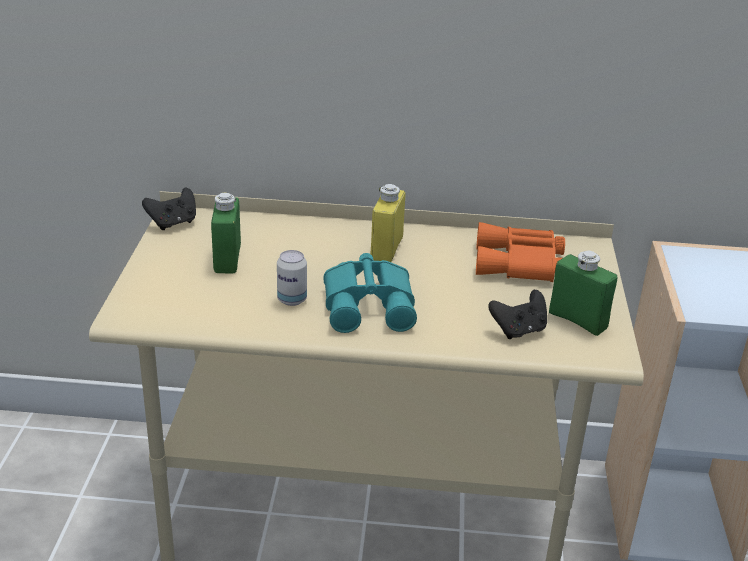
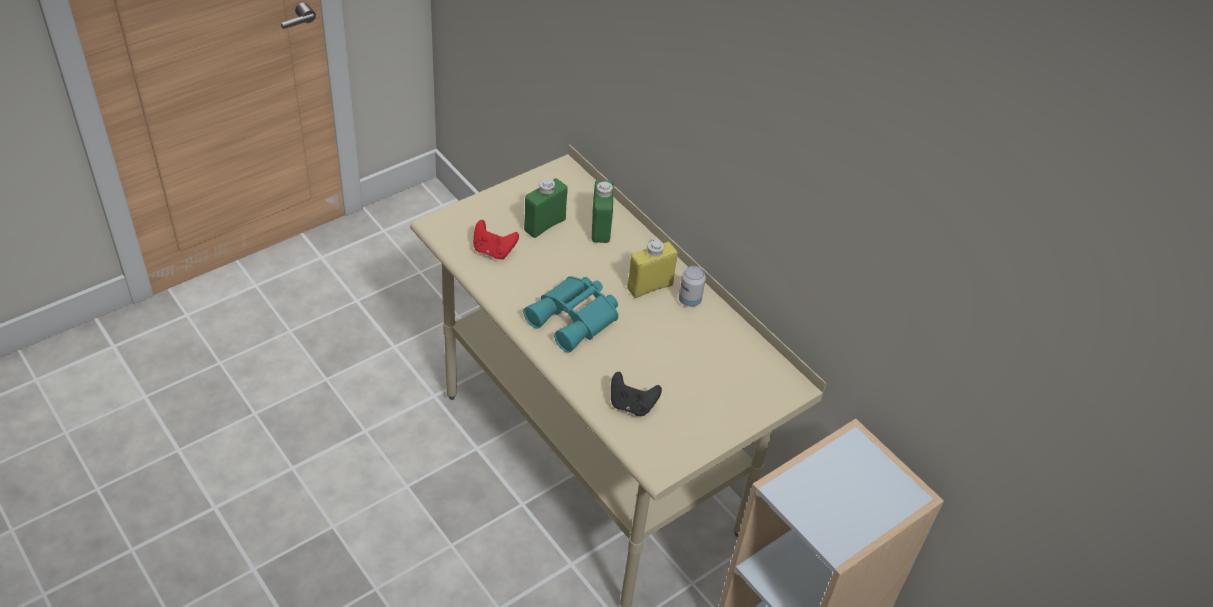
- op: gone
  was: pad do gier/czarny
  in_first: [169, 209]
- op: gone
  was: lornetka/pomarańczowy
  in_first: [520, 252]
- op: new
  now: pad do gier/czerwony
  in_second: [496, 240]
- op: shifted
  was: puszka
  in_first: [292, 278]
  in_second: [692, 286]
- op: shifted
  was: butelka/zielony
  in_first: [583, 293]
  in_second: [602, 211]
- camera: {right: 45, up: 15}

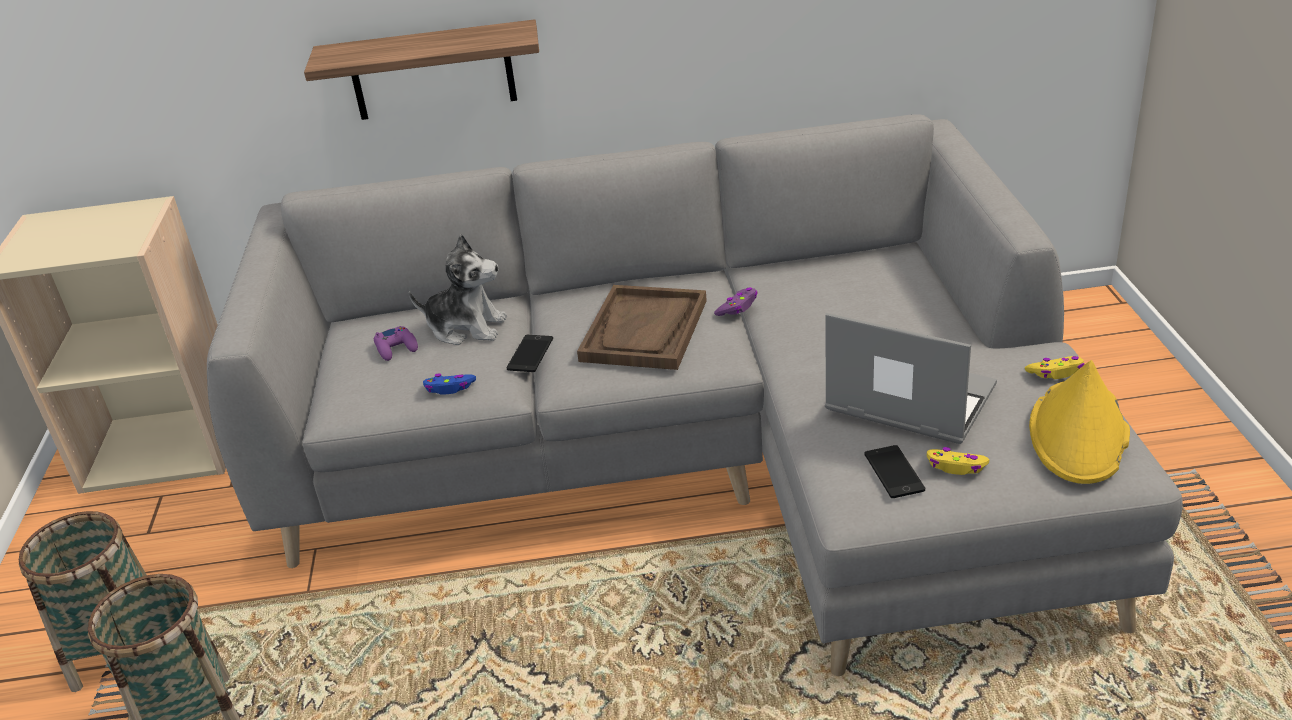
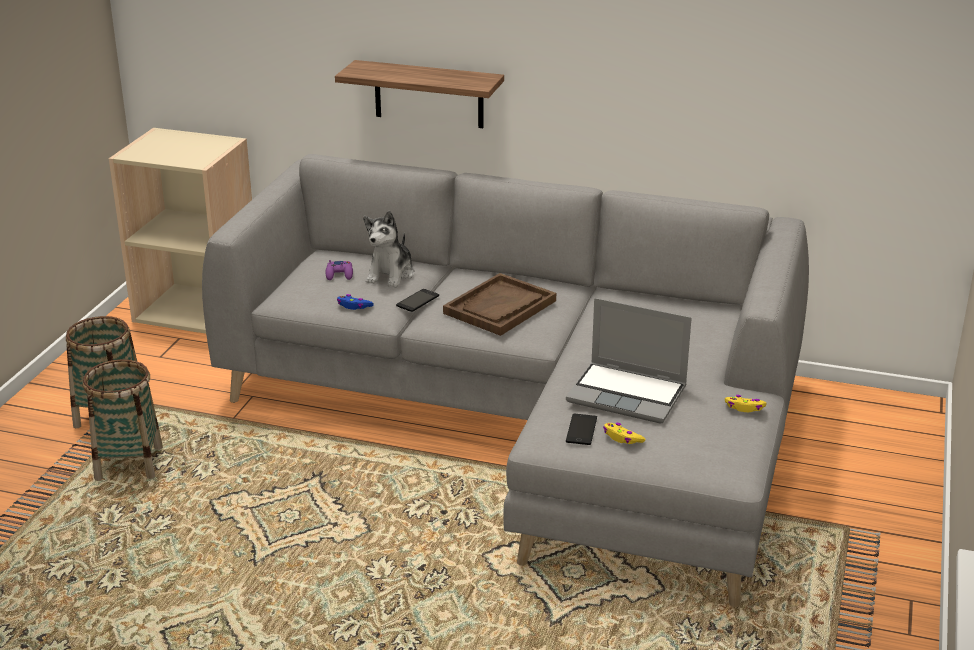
- op: gone
  was: pad do gier/fioletowy
  in_first: [736, 301]
- op: gone
  was: kapelusz/żółty
  in_first: [1079, 422]
- op: rotated
  was: pluszak
  in_first: [458, 289]
  in_second: [388, 249]
  clockwise: 75
- op: rotated
  was: laptop
  in_first: [911, 378]
  in_second: [629, 361]
  clockwise: 150
- camera: {right: 20, up: -5}

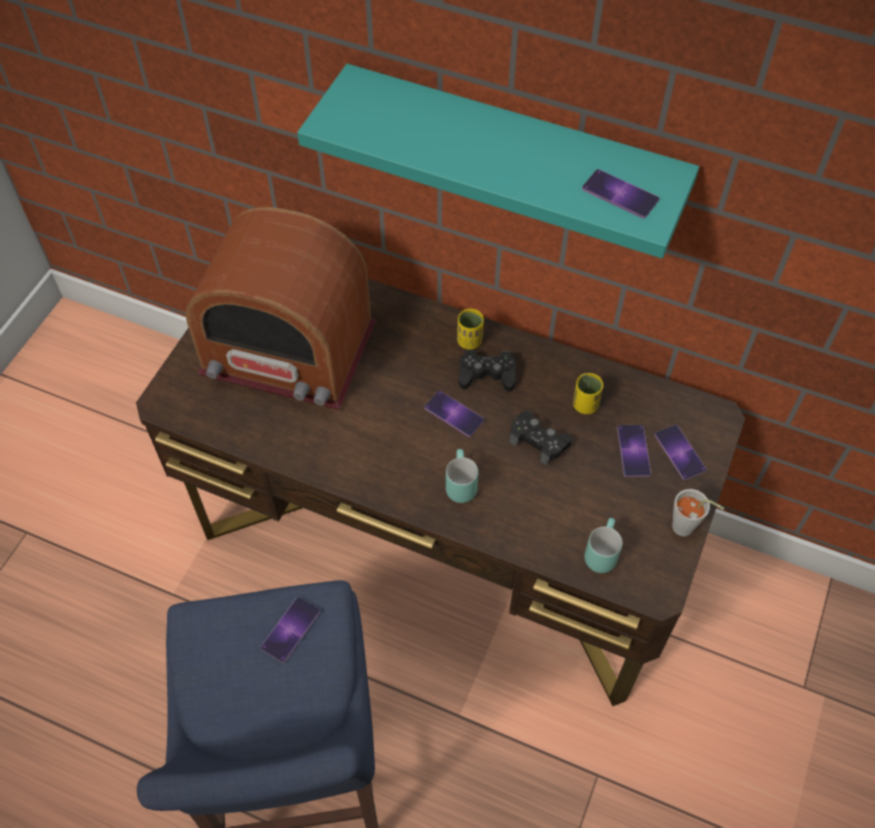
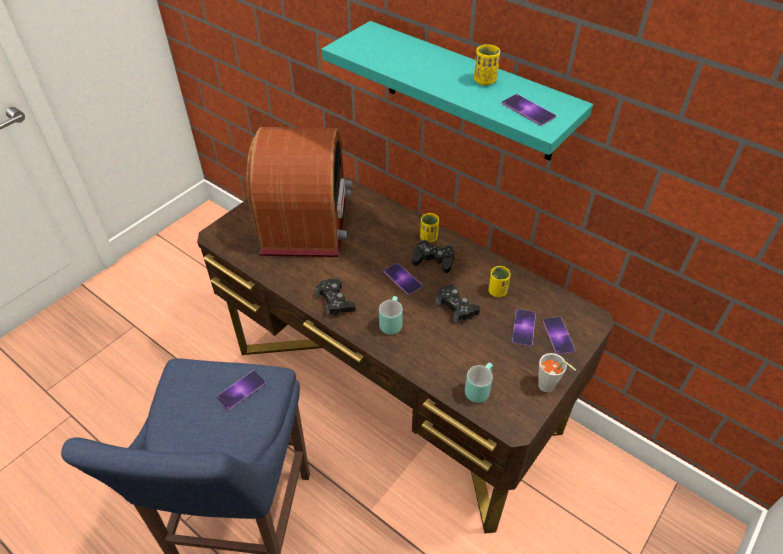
- op: new
  now: pad do gier/czarny
  in_second: [335, 298]
- op: new
  now: filiżanka/żółty
  in_second: [487, 64]
- op: rotated
  was: radio
  in_first: [280, 308]
  in_second: [299, 192]
  clockwise: -120
- camera: {right: 15, up: -10}

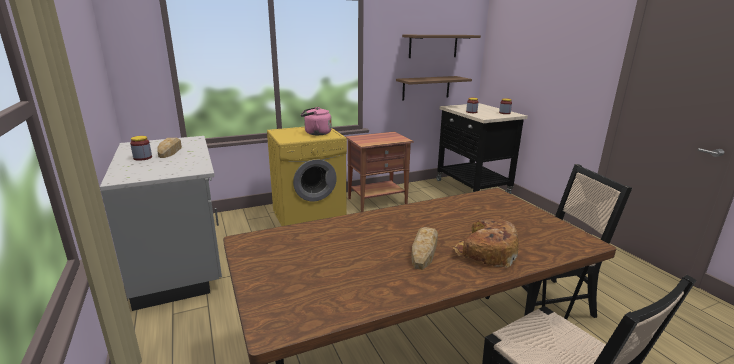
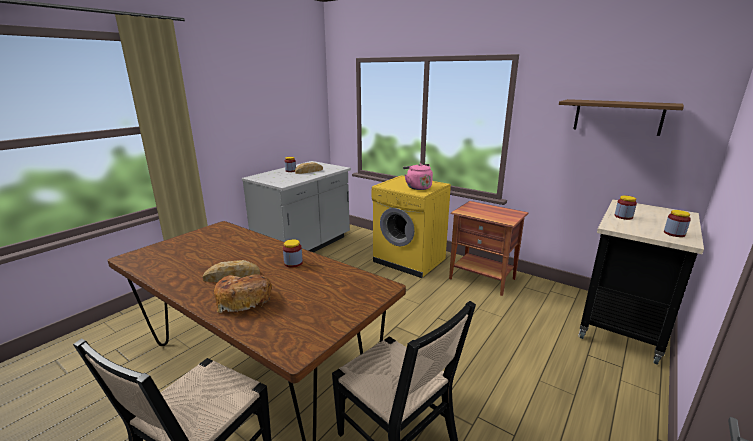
- op: gone
  was: półka/brązowy
  in_first: [434, 88]
- op: new
  now: słoik
  in_second: [293, 253]
- camera: {right: 60, up: 0}

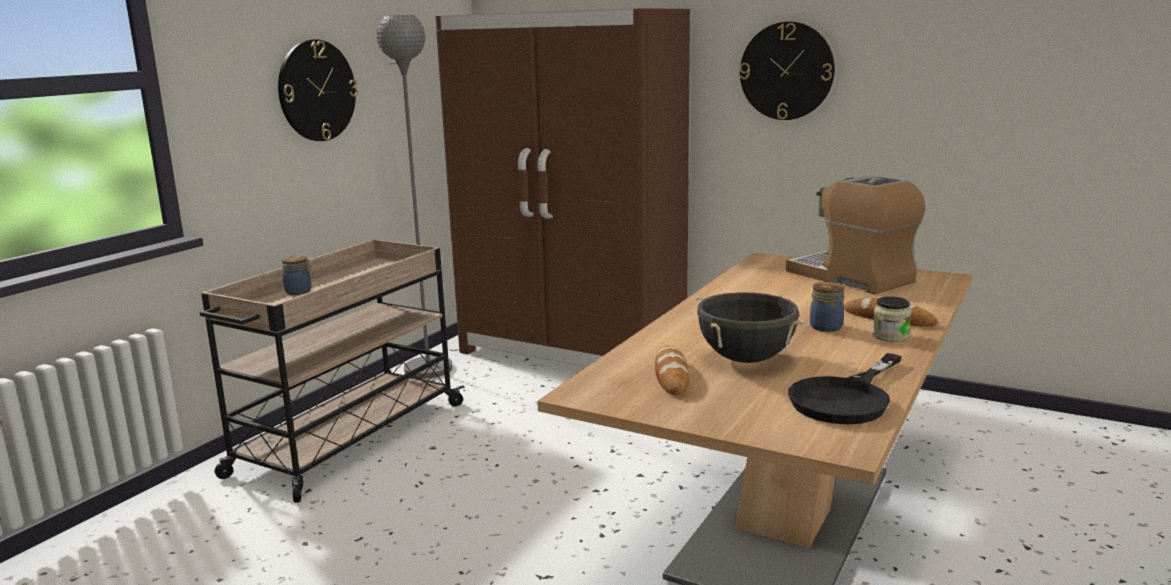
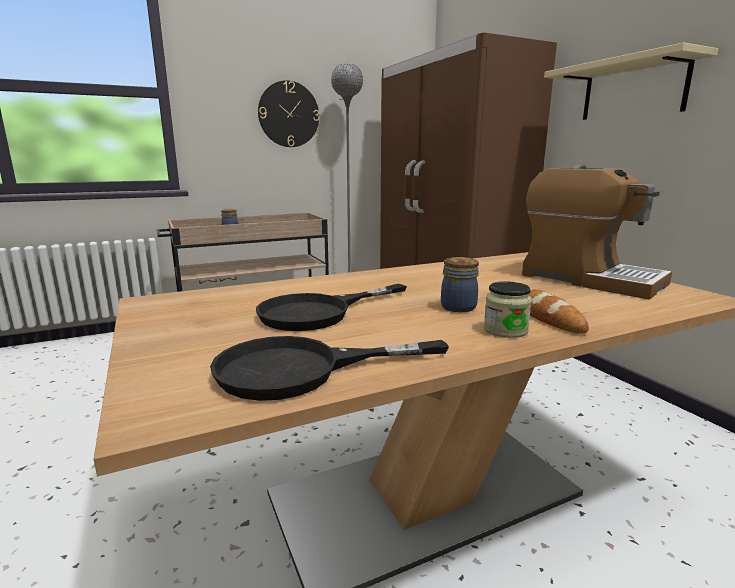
- op: gone
  was: chleb
  in_first: [672, 370]
- op: swapped
  was: garnek/czarny
  now: patelnia/czarny
  in_first: [750, 327]
  in_second: [331, 307]
- op: swapped
  was: zegar ścienny
  now: półka/beżowy
  in_first: [787, 71]
  in_second: [631, 81]
- op: rotated
  was: ekspres do kawy
  in_first: [855, 234]
  in_second: [597, 232]
  clockwise: 135
- camera: {right: 35, up: 0}

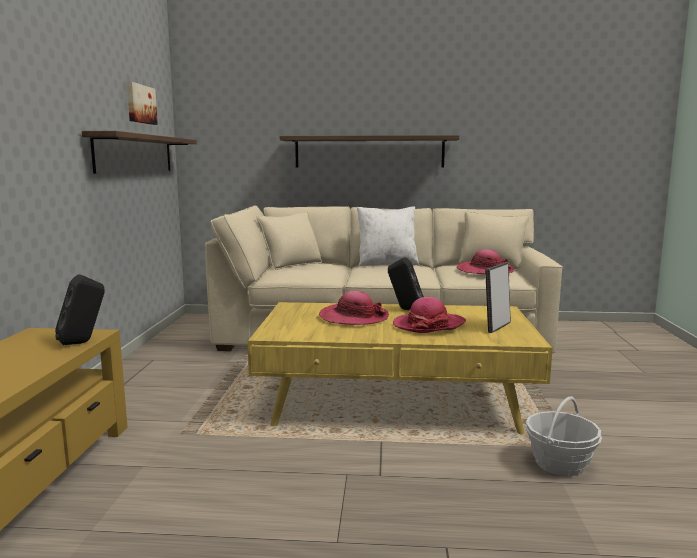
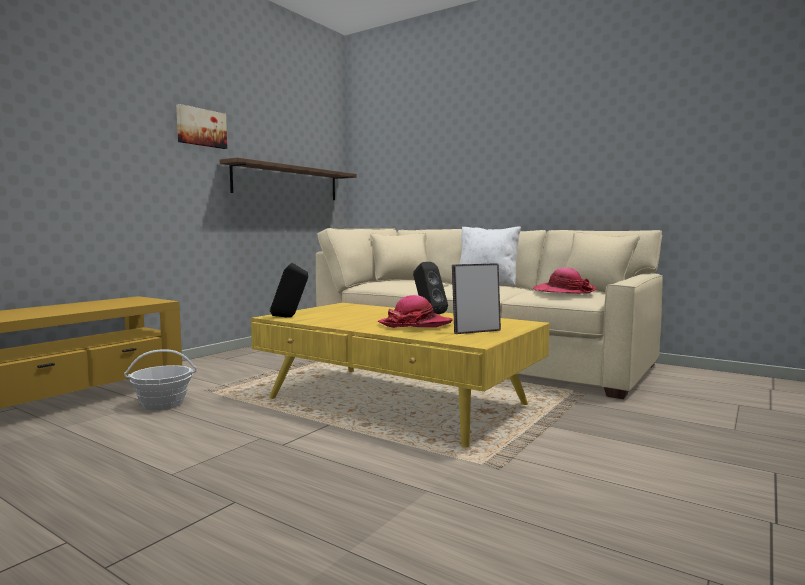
- op: gone
  was: półka
  in_first: [369, 151]
- op: gone
  was: kapelusz
  in_first: [354, 308]
- op: shifted
  was: głośnik/czarny
  in_first: [80, 309]
  in_second: [289, 290]
- op: shifted
  was: obraz
  in_first: [142, 103]
  in_second: [201, 126]
- op: shifted
  was: koszyk
  in_first: [564, 436]
  in_second: [160, 379]
- camera: {right: 30, up: -5}

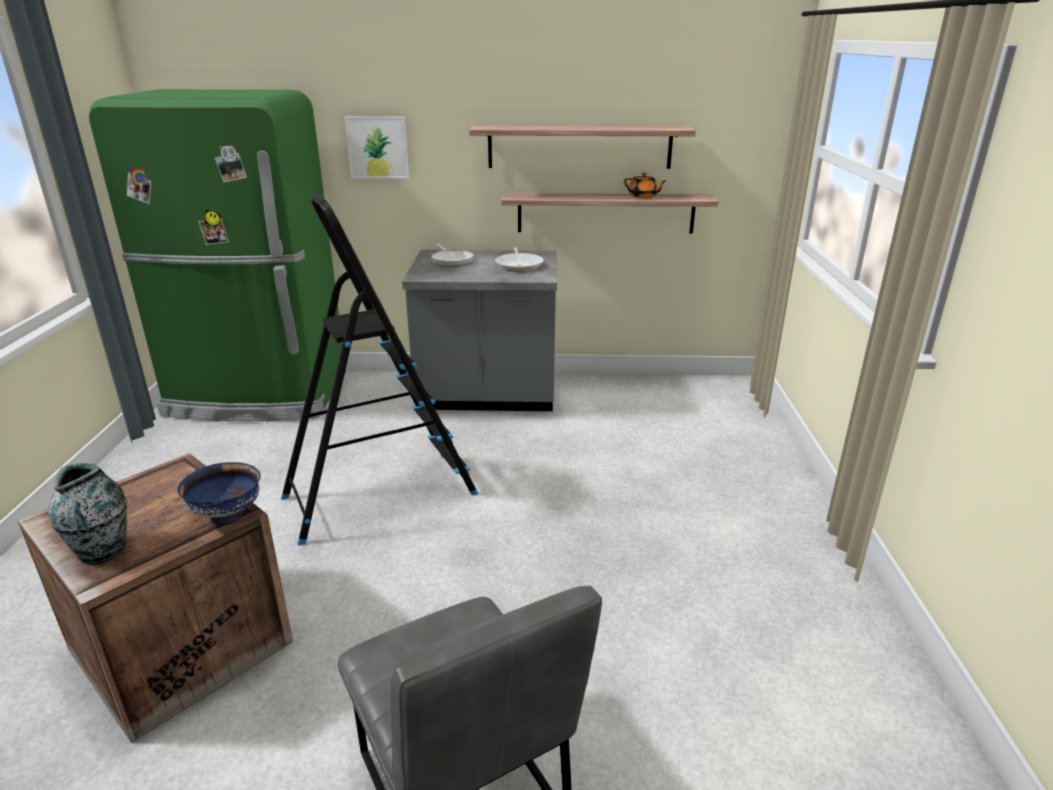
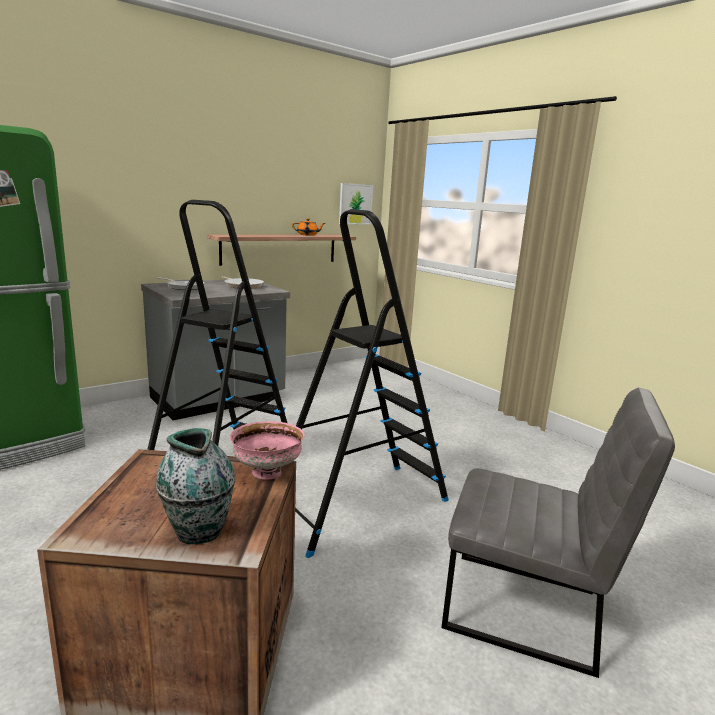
- op: gone
  was: półka
  in_first: [582, 147]
- op: new
  now: drabinka/czarny
  in_second: [372, 383]
- op: shifted
  was: obraz
  in_first: [377, 148]
  in_second: [356, 204]
- op: repainted
  was: miska/niebieski
  now: miska/różowy
  in_first: [219, 494]
  in_second: [267, 450]
- camera: {right: -40, up: -10}

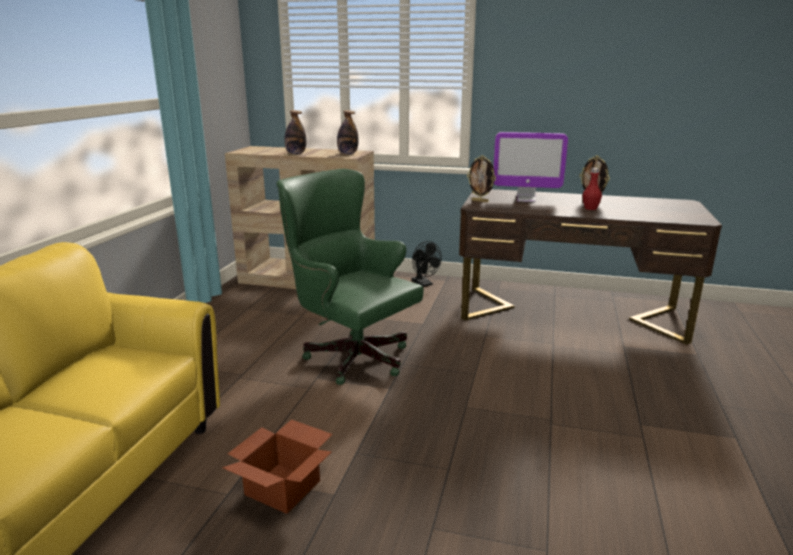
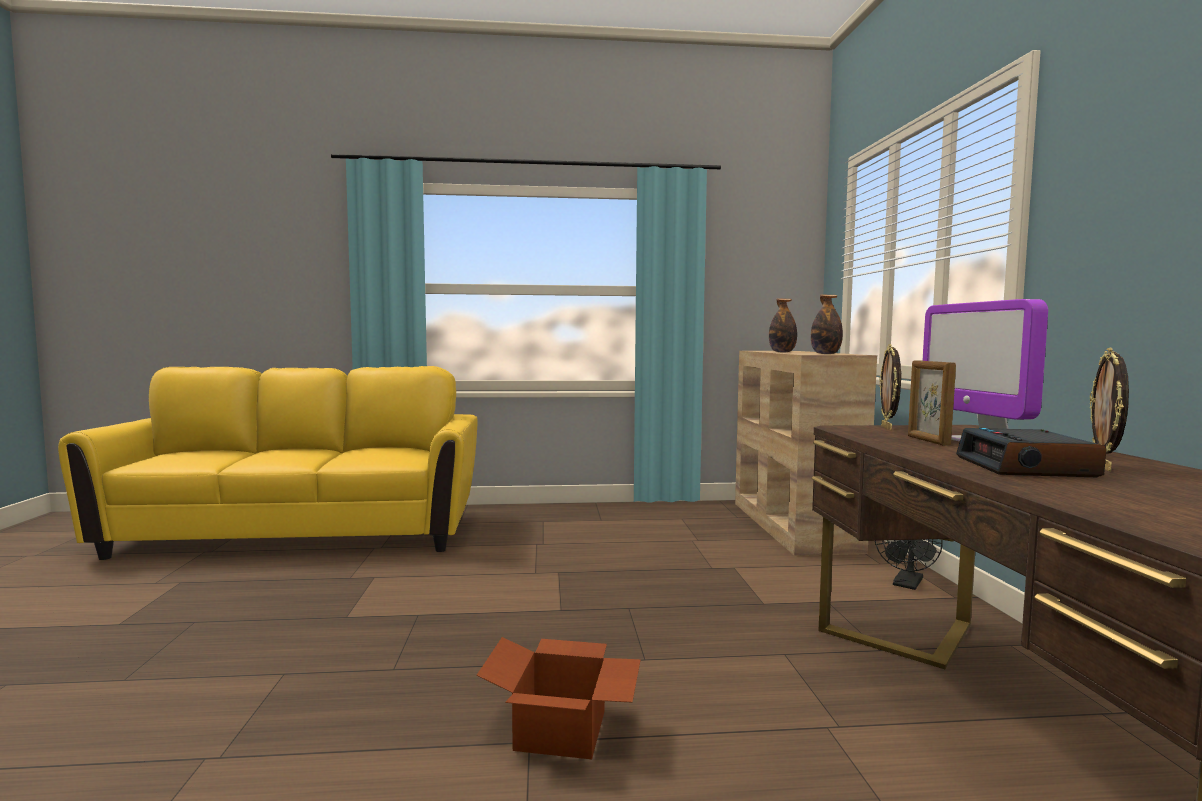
- op: gone
  was: krzesło biurowe/zielony
  in_first: [350, 277]
- op: new
  now: ramka na zdjęcie
  in_second: [932, 403]
- op: shifted
  was: karton
  in_first: [277, 466]
  in_second: [558, 698]
- op: swapped
  was: butelka/czerwony
  now: budzik
  in_first: [592, 189]
  in_second: [1031, 452]
- camera: {right: 70, up: -15}

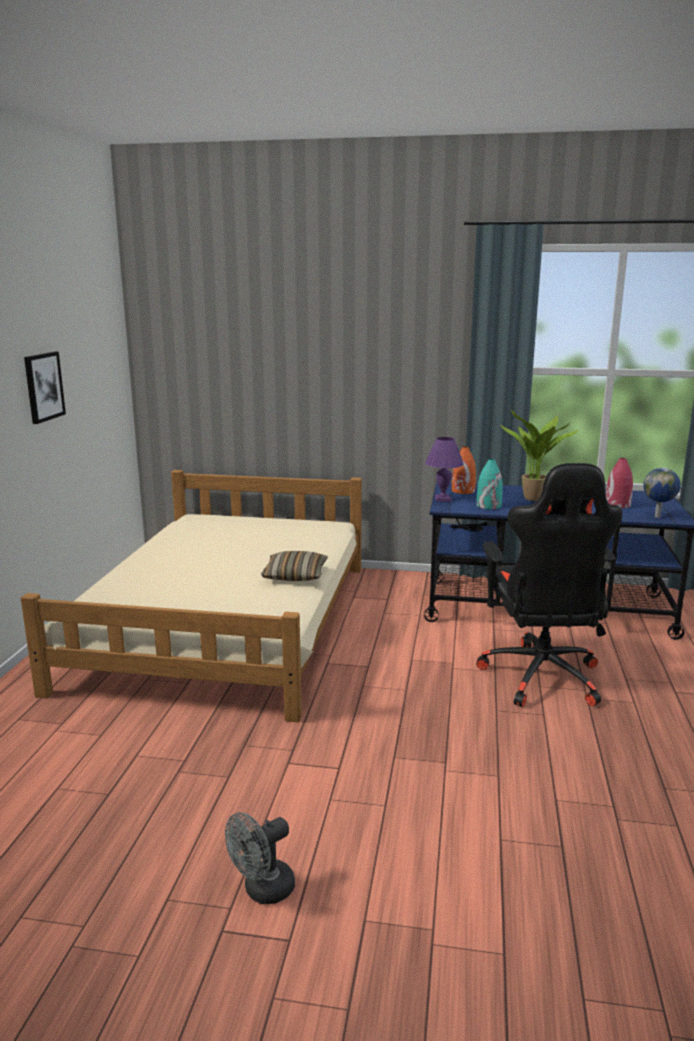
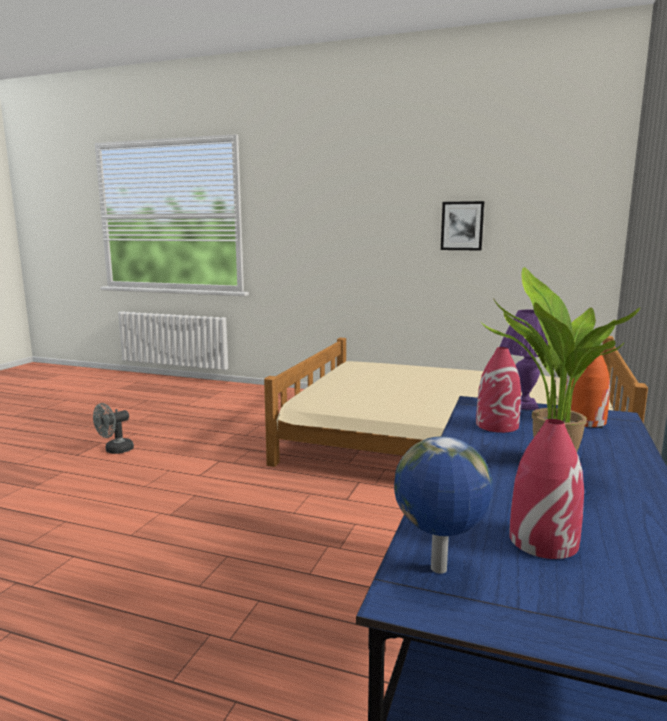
- op: gone
  was: poduszka
  in_first: [294, 566]
- op: gone
  was: krzesło biurowe/czarny
  in_first: [549, 585]
- op: repainted
  was: wazon/turkusowy
  now: wazon/czerwony
  in_first: [489, 484]
  in_second: [498, 390]
- op: rotated
  was: wentylator/szary
  in_first: [260, 858]
  in_second: [113, 428]
  clockwise: -105
- camera: {right: 100, up: -5}

